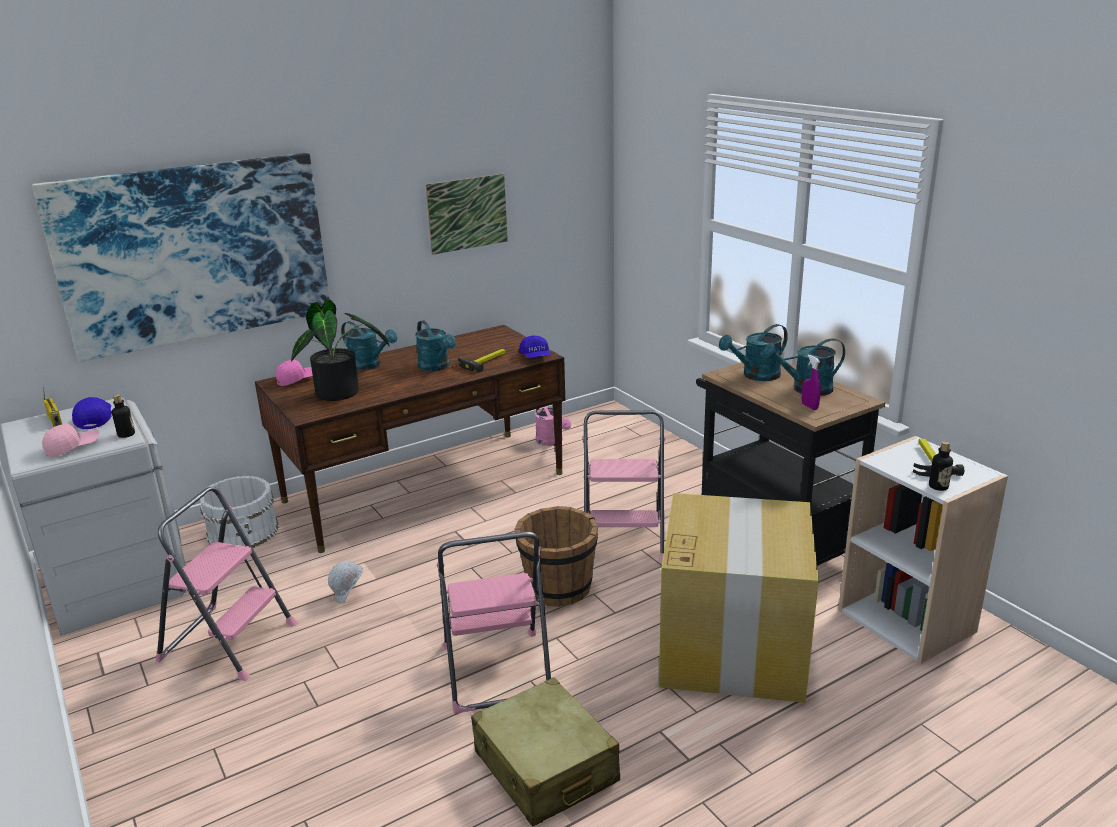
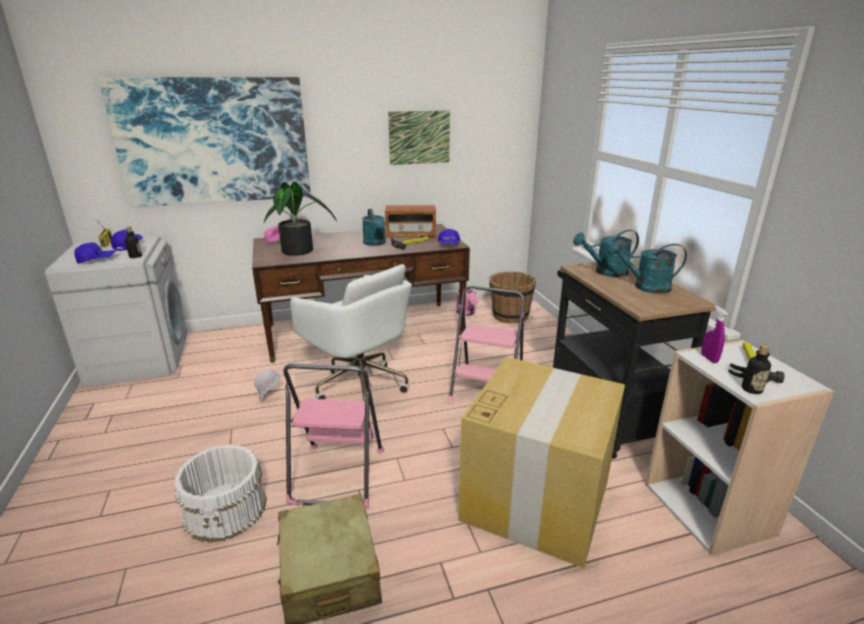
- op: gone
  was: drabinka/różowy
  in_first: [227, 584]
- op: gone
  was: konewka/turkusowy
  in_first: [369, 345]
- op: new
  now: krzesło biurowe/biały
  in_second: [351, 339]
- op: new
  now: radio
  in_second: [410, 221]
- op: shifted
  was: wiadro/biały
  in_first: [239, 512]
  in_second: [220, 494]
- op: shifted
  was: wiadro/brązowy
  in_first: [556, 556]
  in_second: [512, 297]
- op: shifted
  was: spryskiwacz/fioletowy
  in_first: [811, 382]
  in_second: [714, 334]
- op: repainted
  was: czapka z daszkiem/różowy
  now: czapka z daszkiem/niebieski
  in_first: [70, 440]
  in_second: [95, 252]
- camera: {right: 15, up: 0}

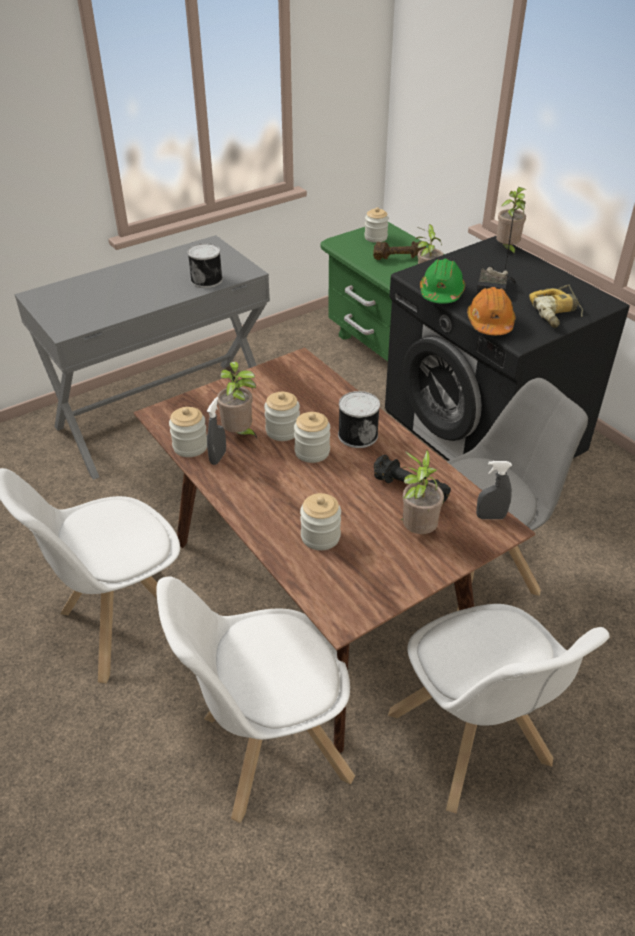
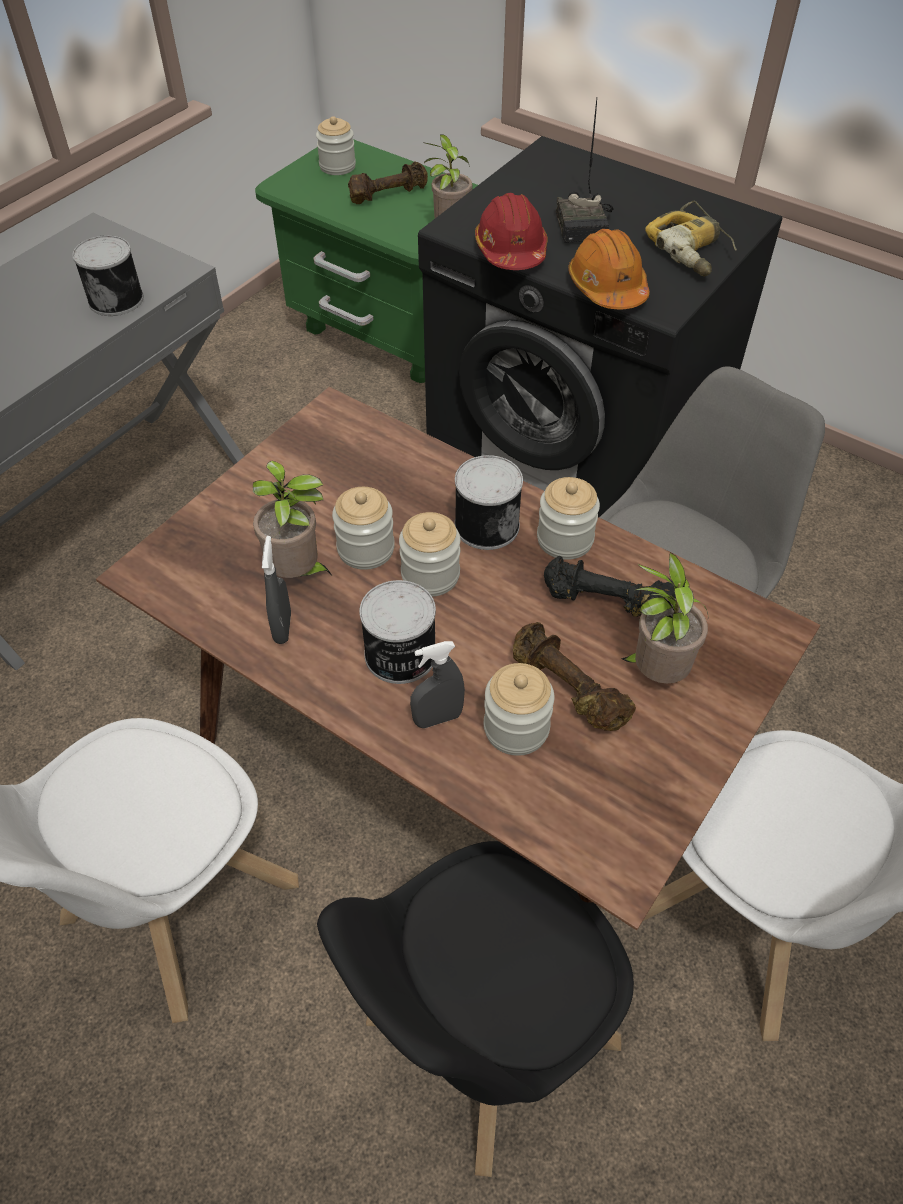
- op: gone
  was: roślina doniczkowa
  in_first: [511, 222]
- op: new
  now: puszka
  in_second: [398, 632]
- op: new
  now: hantel/brązowy
  in_second: [574, 676]
- op: shifted
  was: słoik
  in_first: [188, 432]
  in_second: [568, 518]
- op: shifted
  was: spryskiwacz/szary
  in_first: [494, 490]
  in_second: [437, 684]
- op: repainted
  was: krzesło/biały
  now: krzesło/czarny
  in_first: [255, 699]
  in_second: [475, 1009]
- op: repainted
  was: kask/zielony
  now: kask/czerwony
  in_first: [442, 281]
  in_second: [511, 231]
- camera: {right: -20, up: 10}

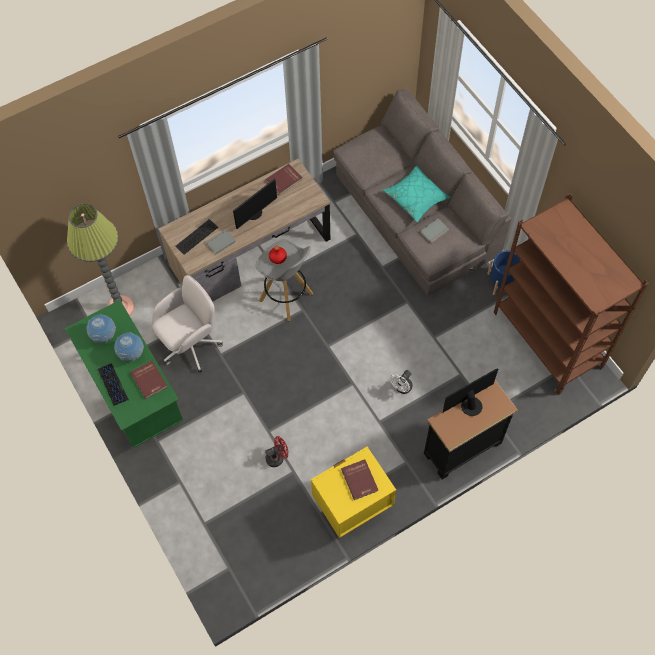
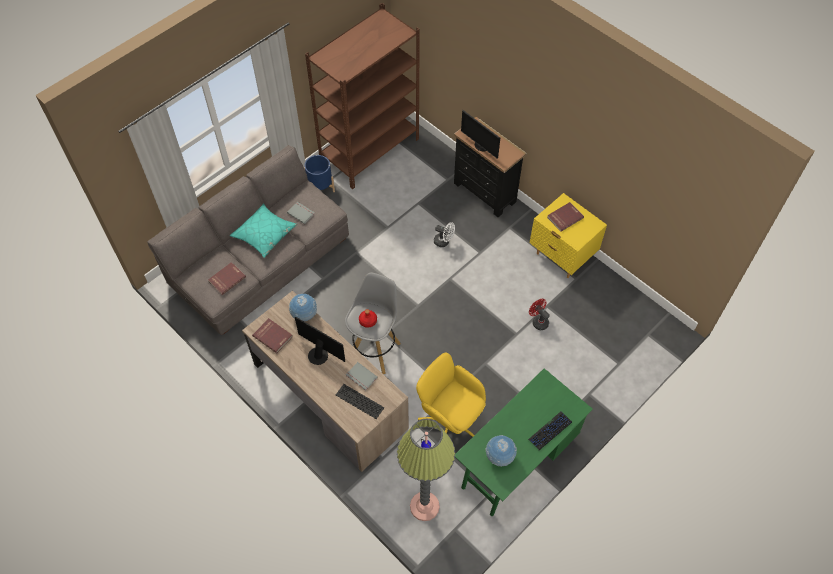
- op: shifted
  was: globus
  in_first: [129, 346]
  in_second: [303, 307]
- op: shifted
  was: książka/czerwony
  in_first: [149, 379]
  in_second: [227, 278]
- op: repainted
  was: krzesło biurowe/biały
  now: krzesło biurowe/żółty
  in_first: [187, 324]
  in_second: [451, 395]
- camera: {right: -105, up: -5}

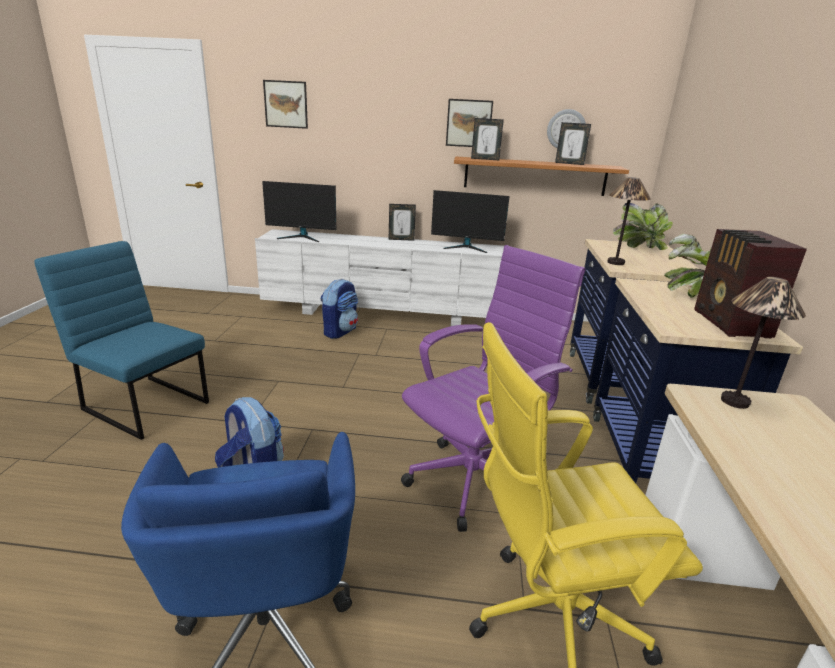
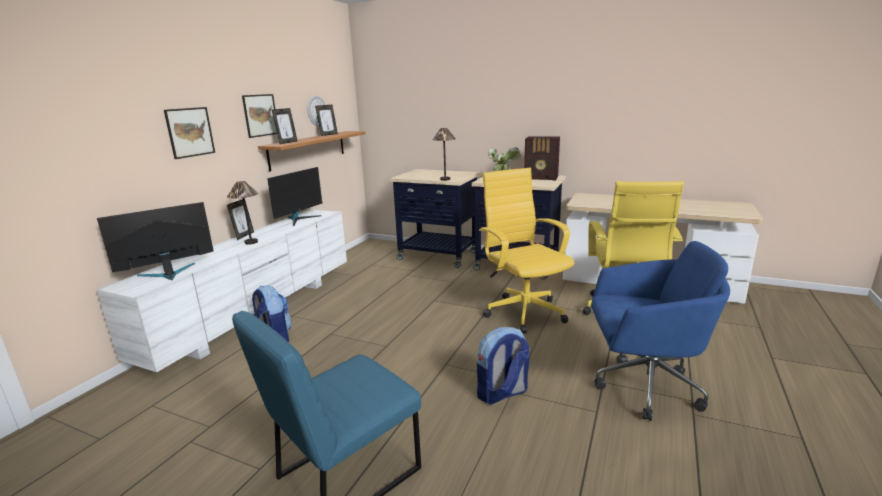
- op: gone
  was: roślina doniczkowa
  in_first: [643, 226]
- op: shifted
  was: obraz
  in_first: [285, 104]
  in_second: [189, 133]
- op: shifted
  was: lampa stołowa
  in_first: [763, 343]
  in_second: [242, 213]
- op: repainted
  was: krzesło biurowe/fioletowy
  now: krzesło biurowe/żółty
  in_first: [493, 388]
  in_second: [526, 250]
- op: rotated
  was: monitor
  in_first: [299, 211]
  in_second: [155, 241]
  clockwise: -150
- camera: {right: -70, up: -5}

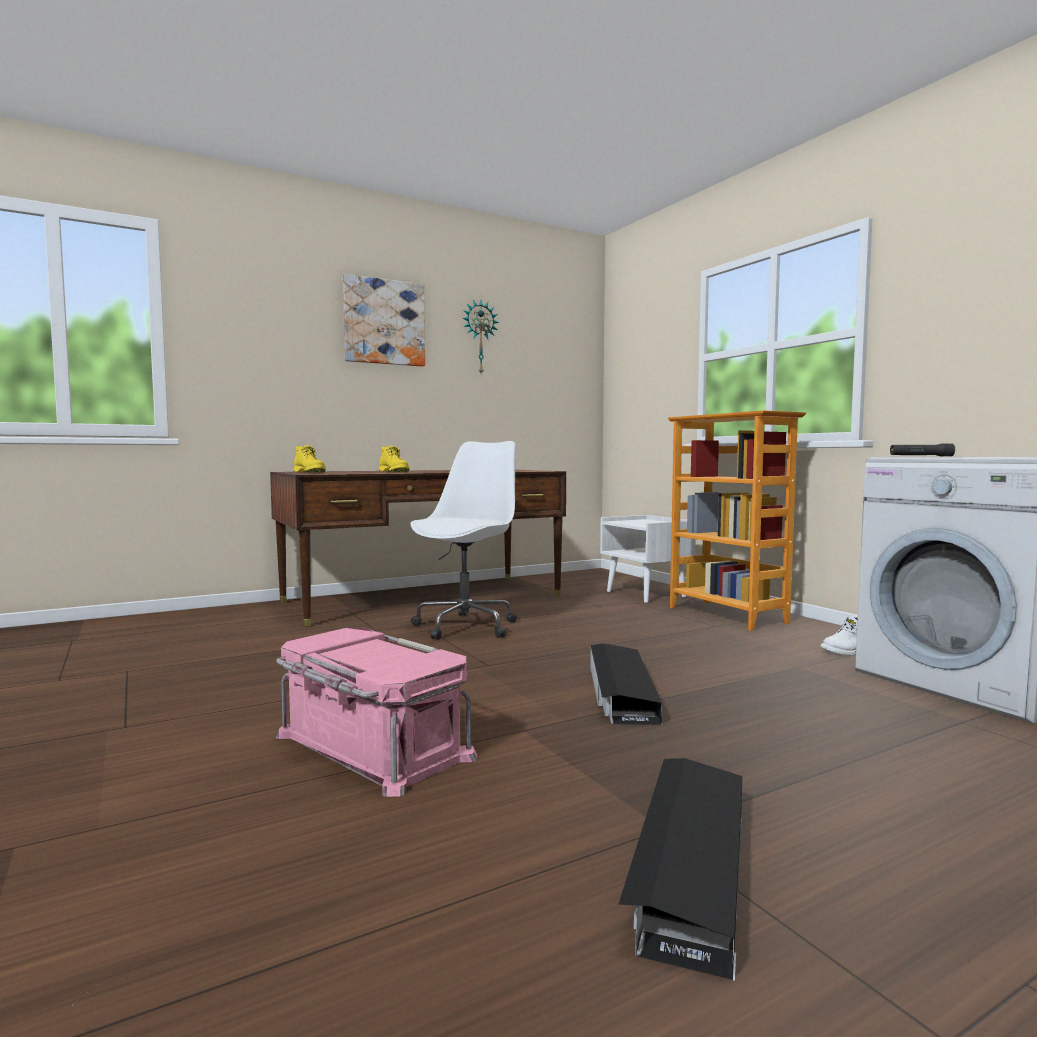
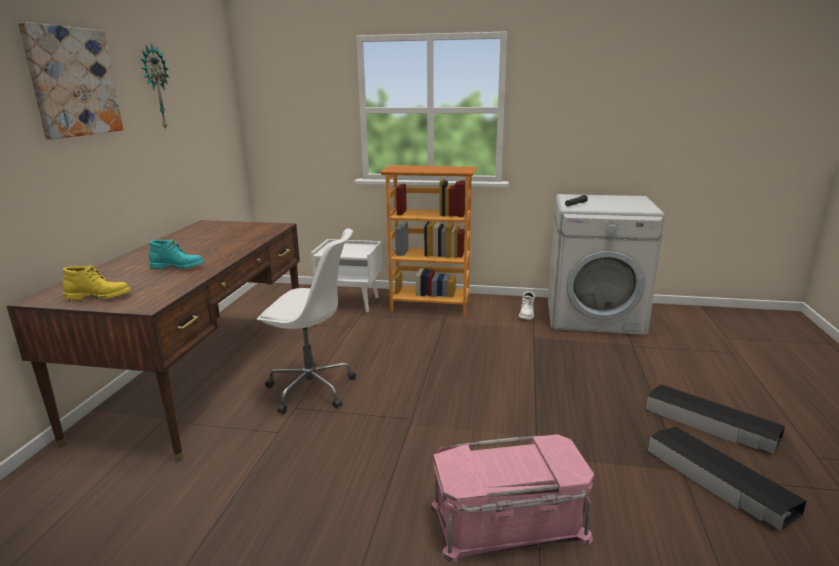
- op: shifted
  was: pojemnik do przechowywania/czarny
  in_first: [626, 684]
  in_second: [715, 419]
- op: repainted
  was: but z cholewką/żółty
  now: but z cholewką/turkusowy
  in_first: [394, 458]
  in_second: [177, 254]
- op: rotated
  was: krzesło biurowe/biały
  in_first: [463, 540]
  in_second: [306, 321]
  clockwise: 120
- camera: {right: -50, up: 15}

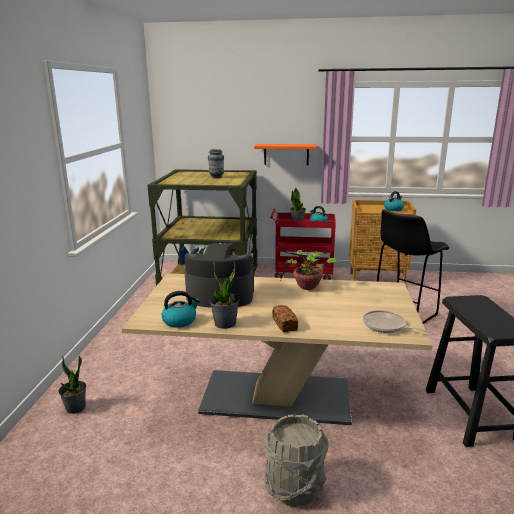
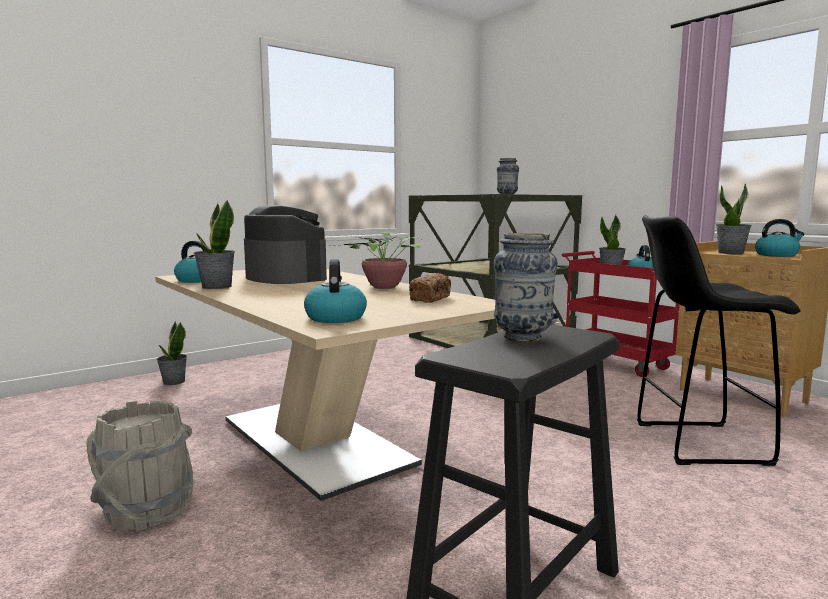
- op: gone
  was: półka/pomarańczowy
  in_first: [285, 154]
- op: new
  now: wazon
  in_second: [526, 287]
- op: new
  now: roślina doniczkowa
  in_second: [734, 218]
- op: shifted
  was: chleb
  in_first: [285, 318]
  in_second: [430, 288]
- op: swapped
  was: patelnia
  now: czajnik
  in_first: [395, 321]
  in_second: [335, 291]
- camera: {right: 45, up: -10}

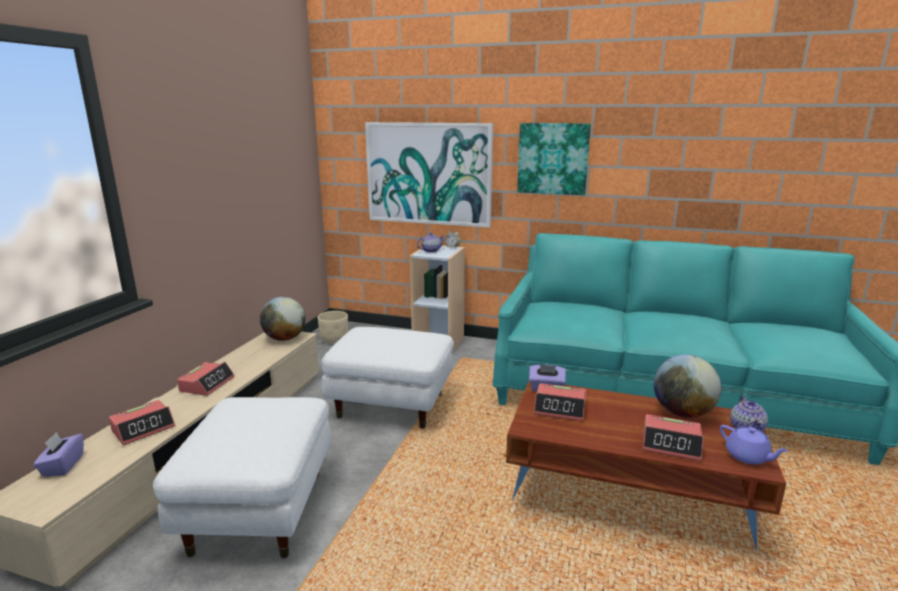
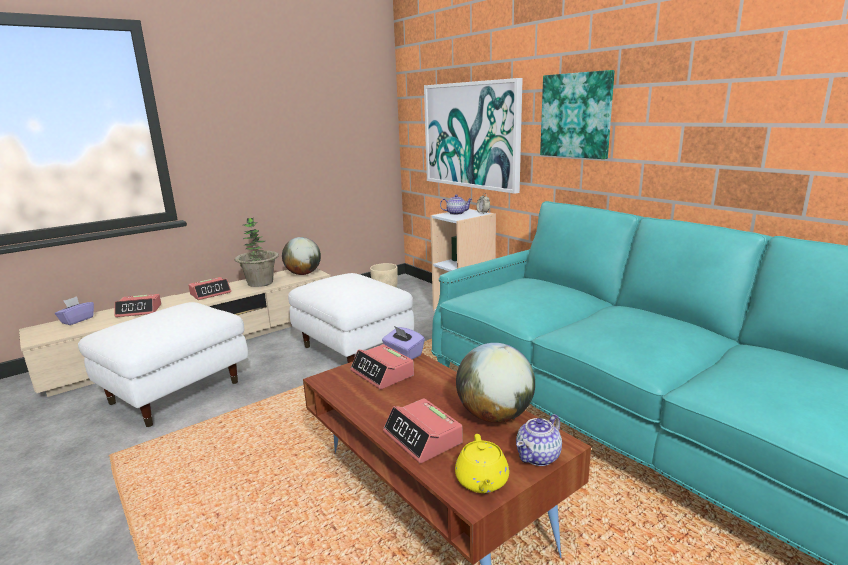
- op: new
  now: roślina doniczkowa
  in_second: [257, 252]
- op: repainted
  was: imbryk/fioletowy
  now: imbryk/żółty
  in_first: [754, 445]
  in_second: [482, 463]
- camera: {right: 35, up: 0}

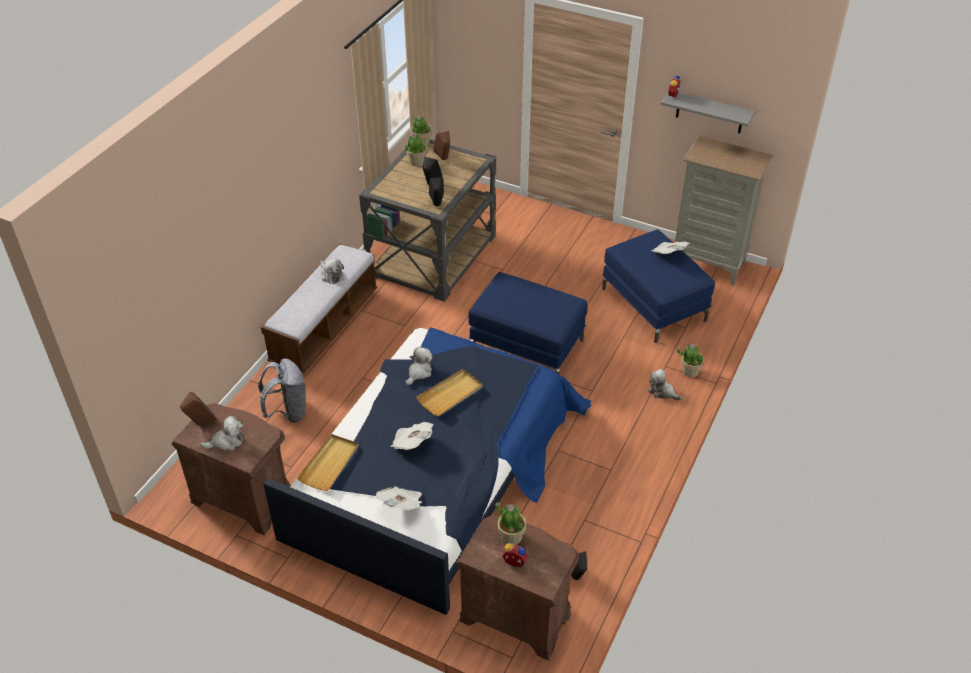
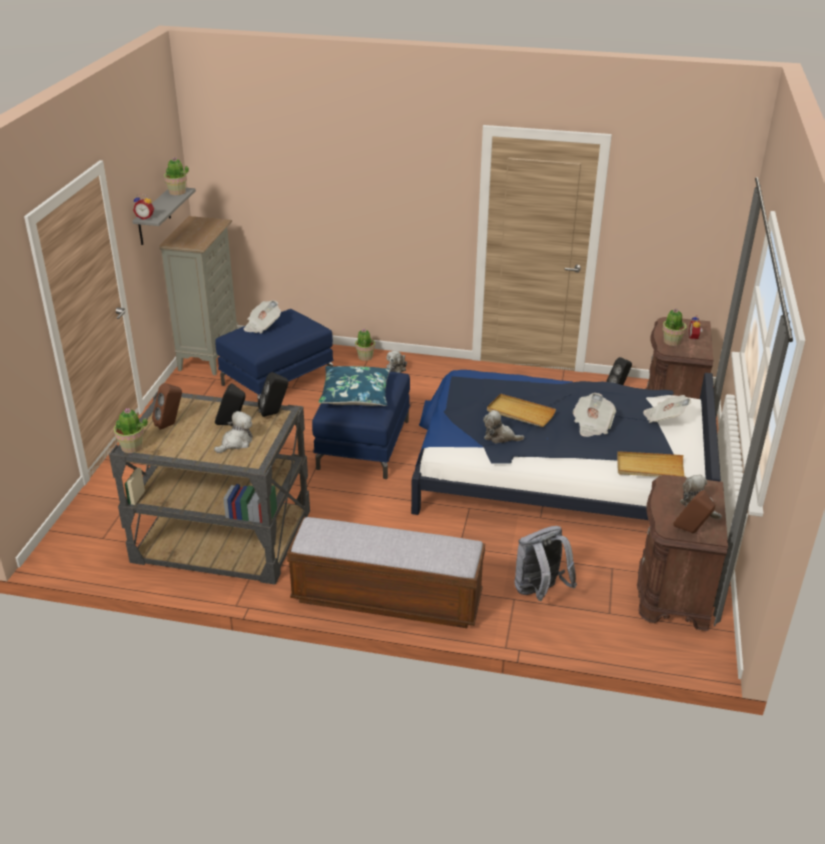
- op: new
  now: poduszka/niebieski
  in_second: [354, 386]
- op: shifted
  was: pluszak
  in_first: [332, 271]
  in_second: [233, 432]
- op: shifted
  was: roślina doniczkowa
  in_first: [416, 150]
  in_second: [176, 176]
- camera: {right: -105, up: -10}

